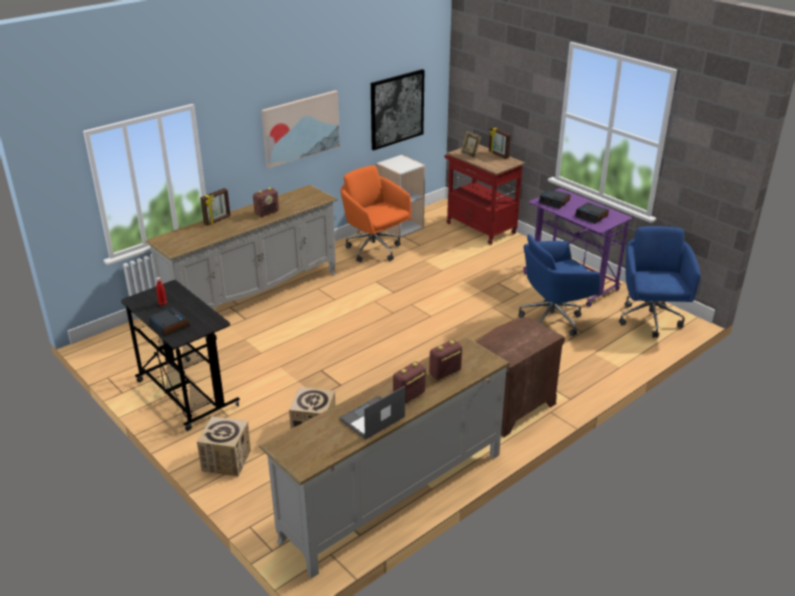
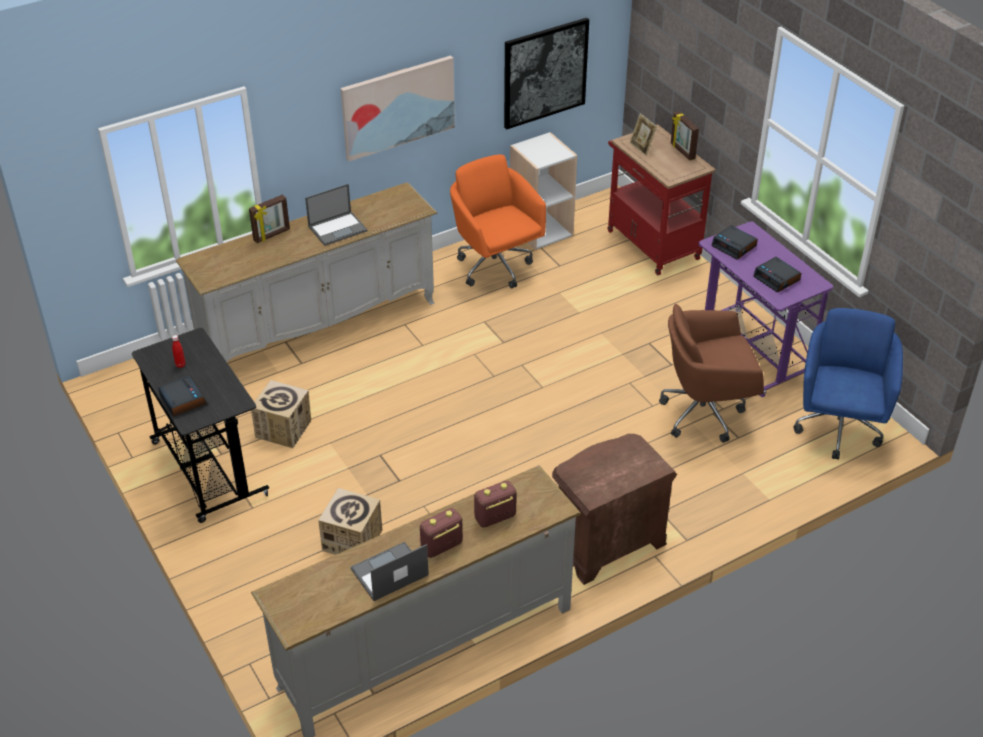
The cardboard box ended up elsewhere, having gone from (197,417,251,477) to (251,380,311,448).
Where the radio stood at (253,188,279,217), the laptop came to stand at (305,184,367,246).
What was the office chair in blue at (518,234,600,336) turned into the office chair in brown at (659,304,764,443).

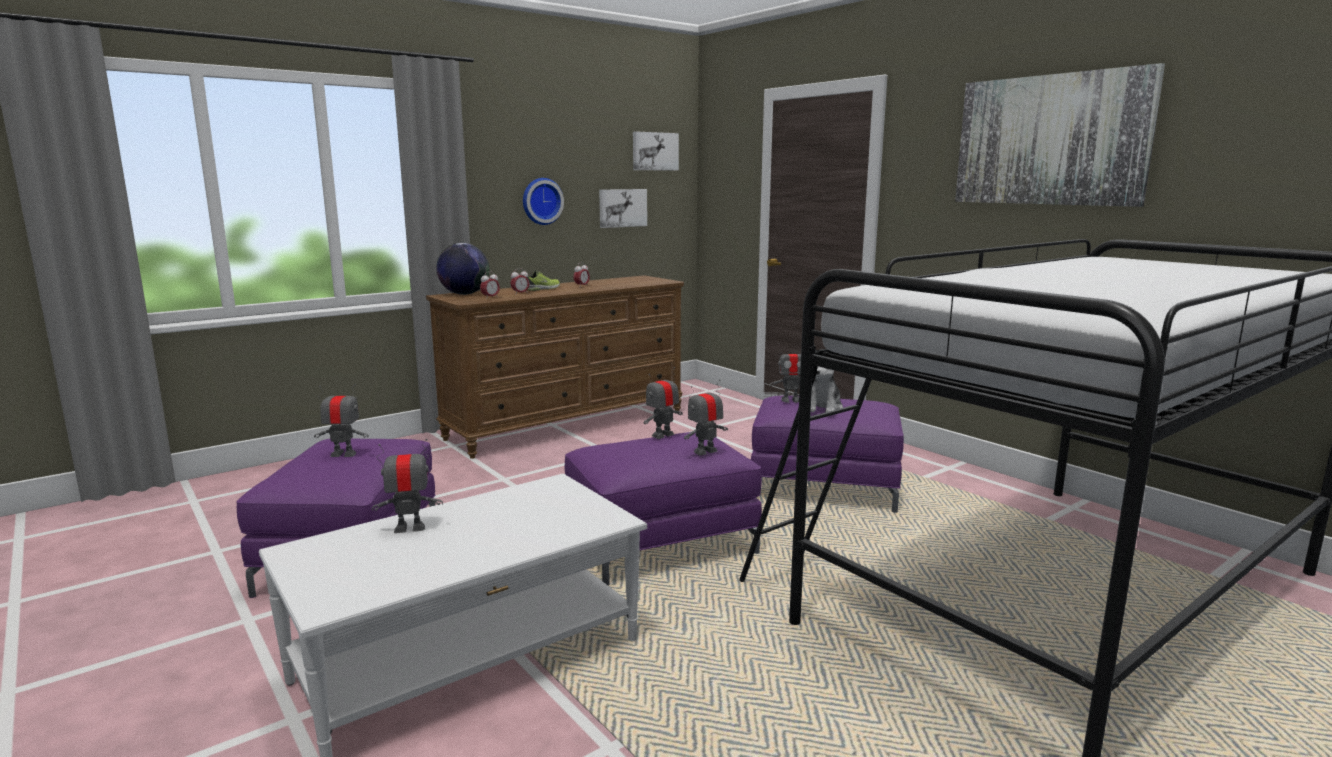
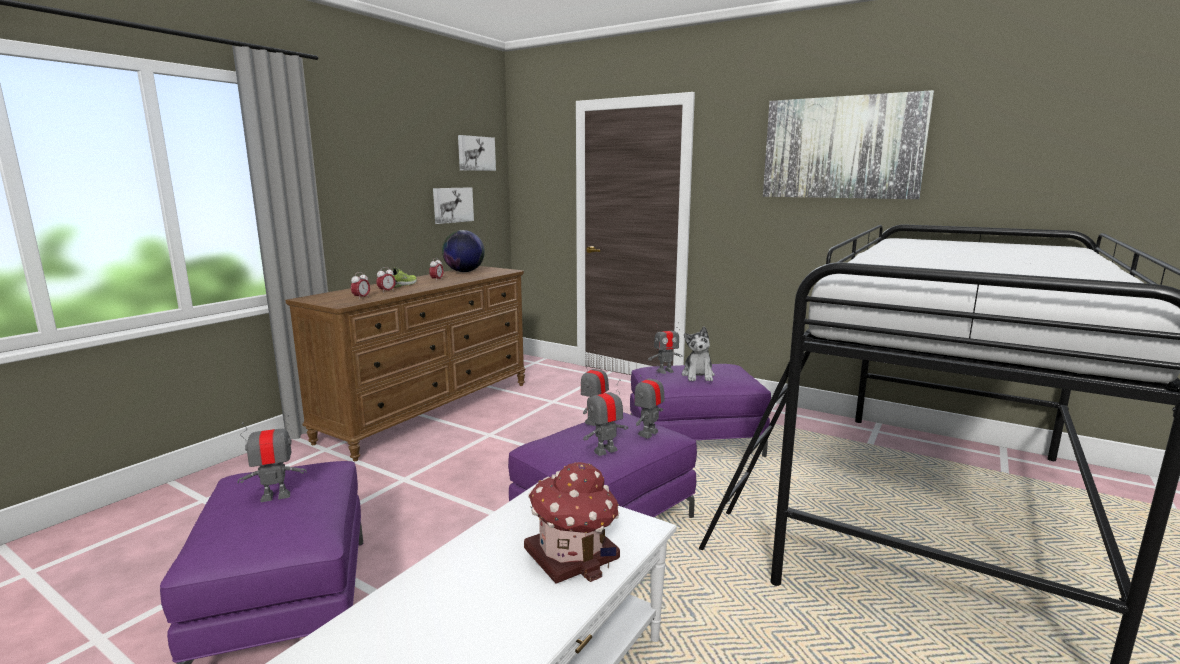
The second view lost the wall clock at (523,178,564,225).
The second view gained the toy house at (524,462,620,584).
The toy robot ended up elsewhere, having gone from (372,439,443,533) to (583,379,628,456).
The globe ended up elsewhere, having gone from (436,243,489,295) to (442,230,485,272).

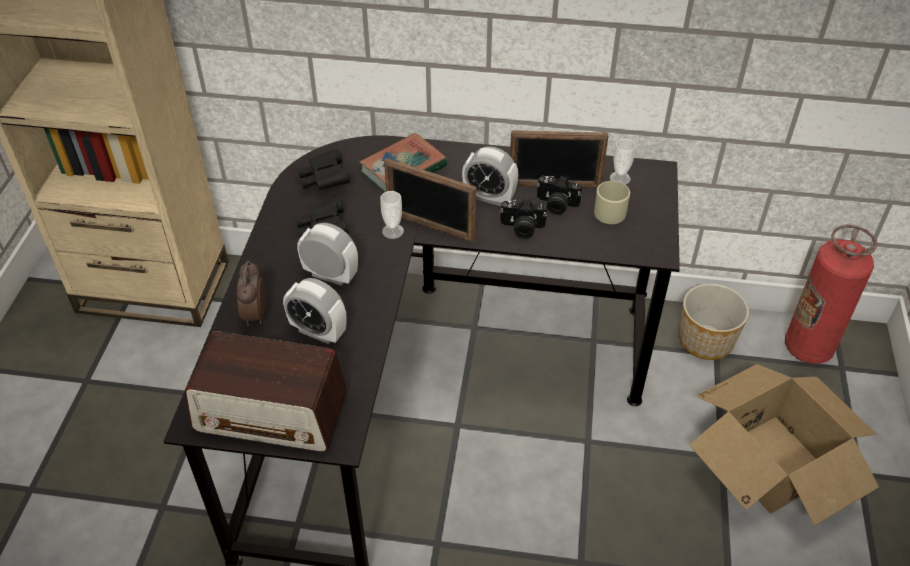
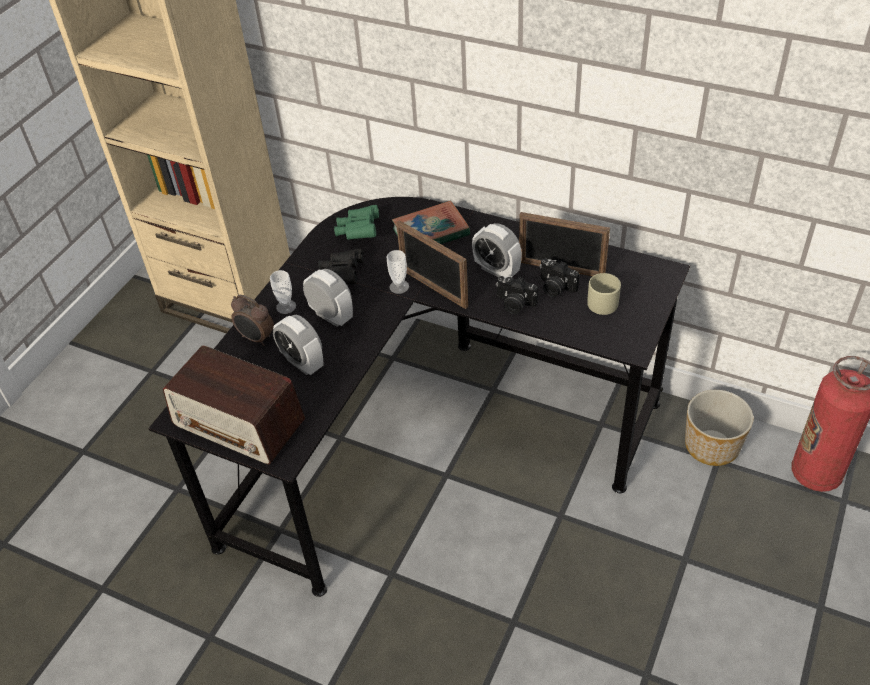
The second view lost the cardboard box at (689,364,879,526).
The cup ended up elsewhere, having gone from (610,139,636,185) to (270,270,296,314).
What was the binoculars in black at (297,149,350,190) turned into the binoculars in green at (334,205,379,240).
The alarm clock at (236,260,266,326) ended up facing another way, 75 degrees counterclockwise from before.

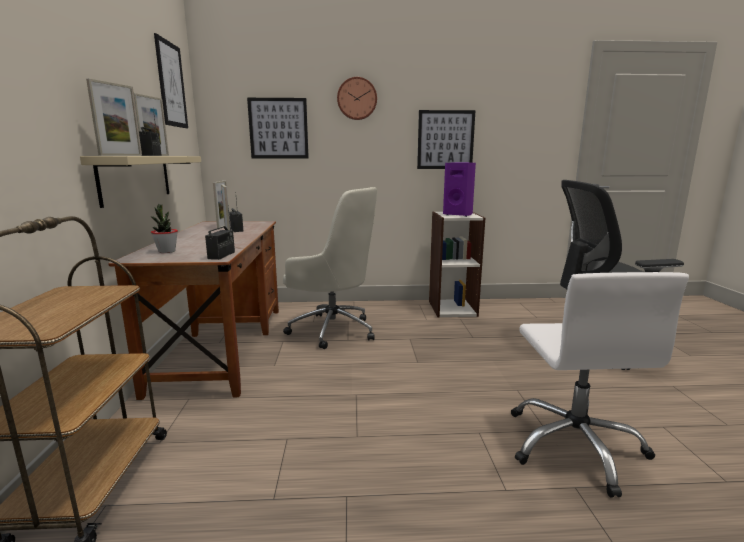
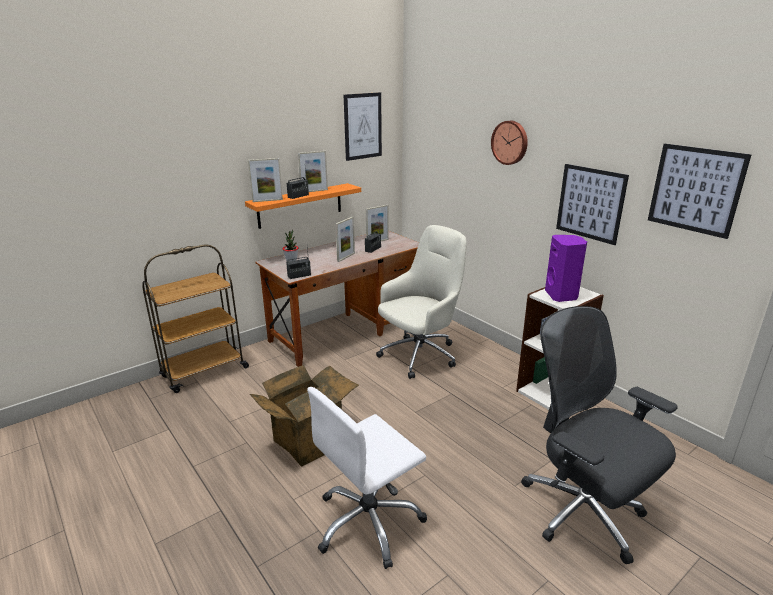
The second view gained the cardboard box at (250,365,359,466).
The picture ended up elsewhere, having gone from (247,98,309,159) to (648,144,751,239).
What was the shelf in beige at (80,156,201,208) turned into the shelf in orange at (245,183,361,229).
The office chair in beige at (283,187,377,349) ended up facing another way, 120 degrees counterclockwise from before.

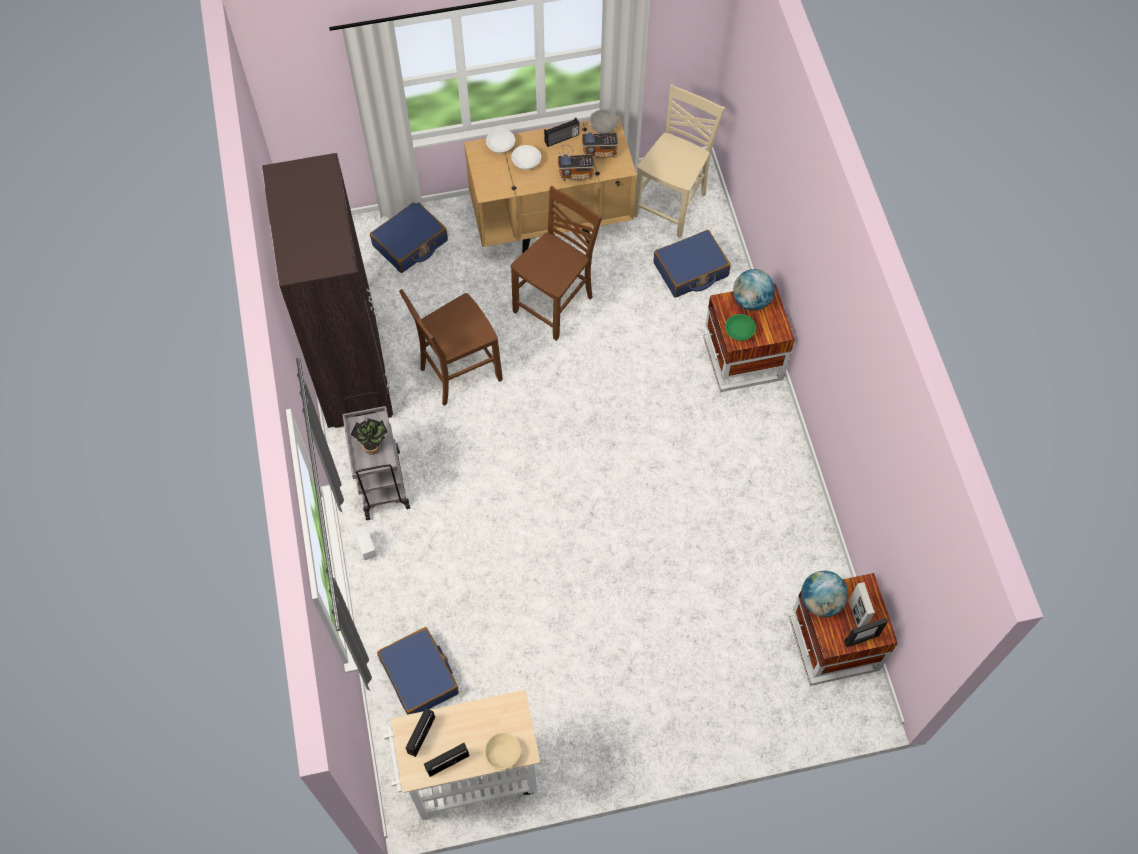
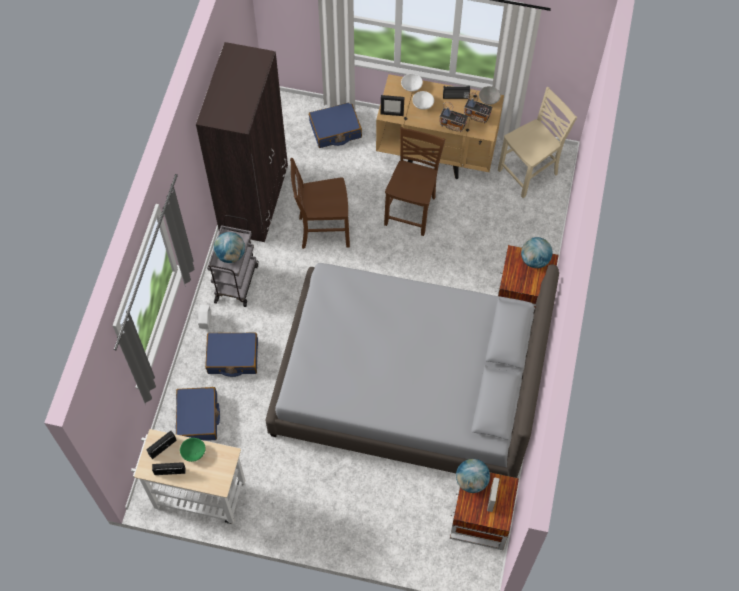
The second view lost the bowl in beige at (484,732,521,770).
The second view gained the bed in grey at (266,263,559,478).
The suitcase in blue ended up elsewhere, having gone from (654,230,731,298) to (205,332,258,377).
The bowl in green ended up elsewhere, having gone from (725,314,756,341) to (180,438,206,462).
The picture frame ended up elsewhere, having gone from (844,618,888,647) to (381,95,404,116).
Where the potted plant stood at (350,418,388,455), the globe came to stand at (214,232,245,263).
The chair in brown at (511,186,602,341) ended up facing another way, 45 degrees counterclockwise from before.

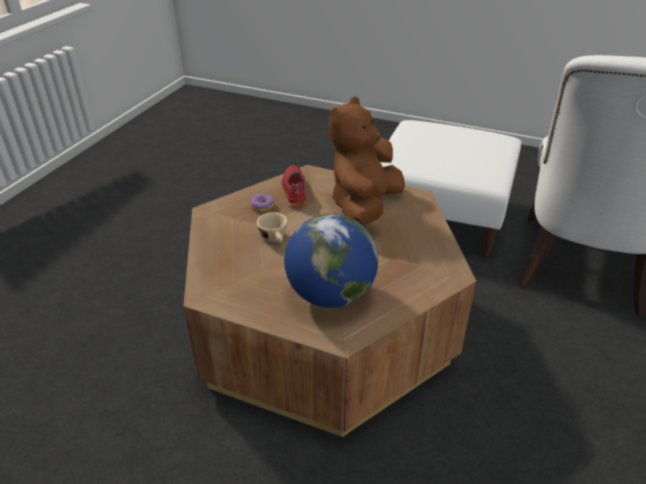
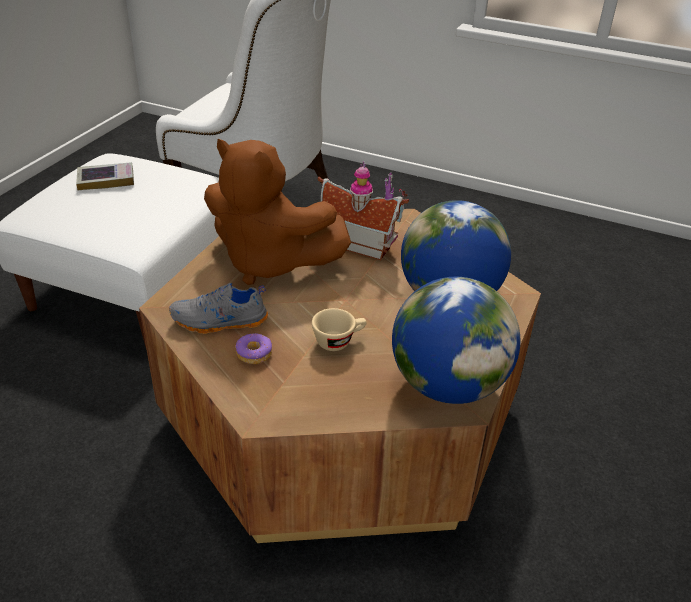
The second view gained the book at (76,162,134,191).
The second view gained the toy house at (318,161,409,260).
The second view gained the globe at (392,277,520,404).
What was the shoe in red at (281,165,307,207) turned into the shoe in grey at (169,283,268,334).

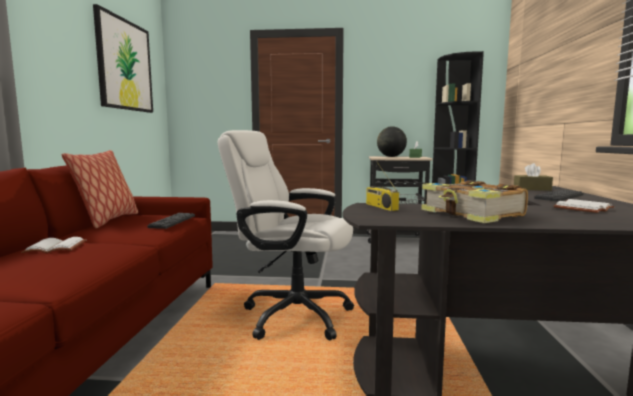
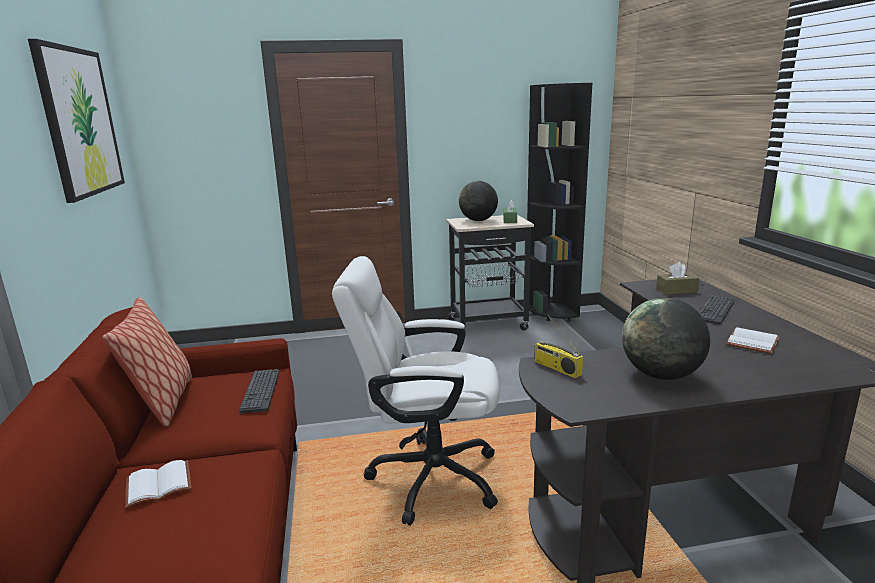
Where the book stood at (421,180,528,223), the globe came to stand at (622,298,710,380).

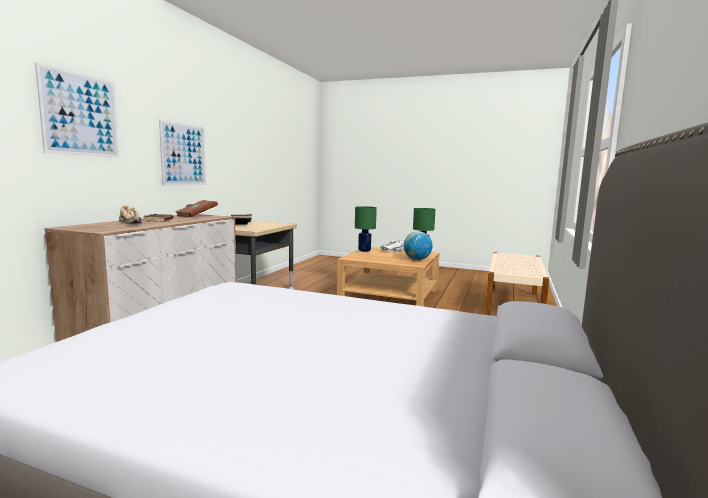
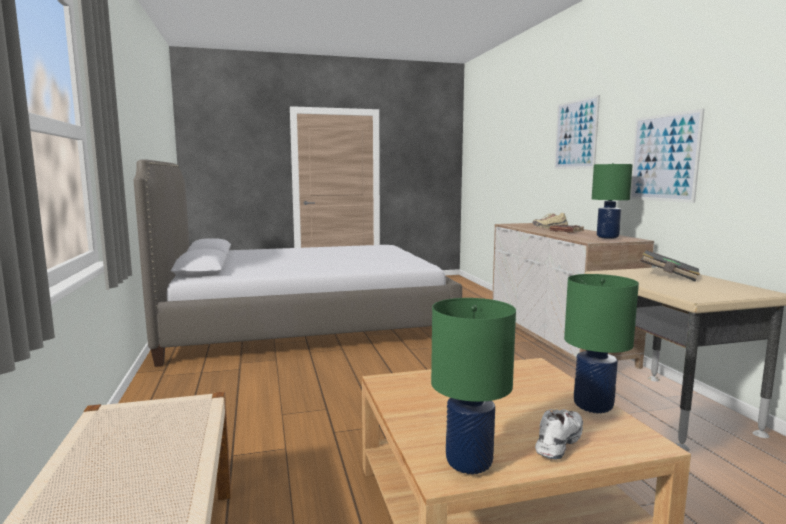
The second view lost the globe at (404,231,433,260).
Where the book in brown stood at (175,200,218,217), the table lamp in green came to stand at (592,163,633,239).

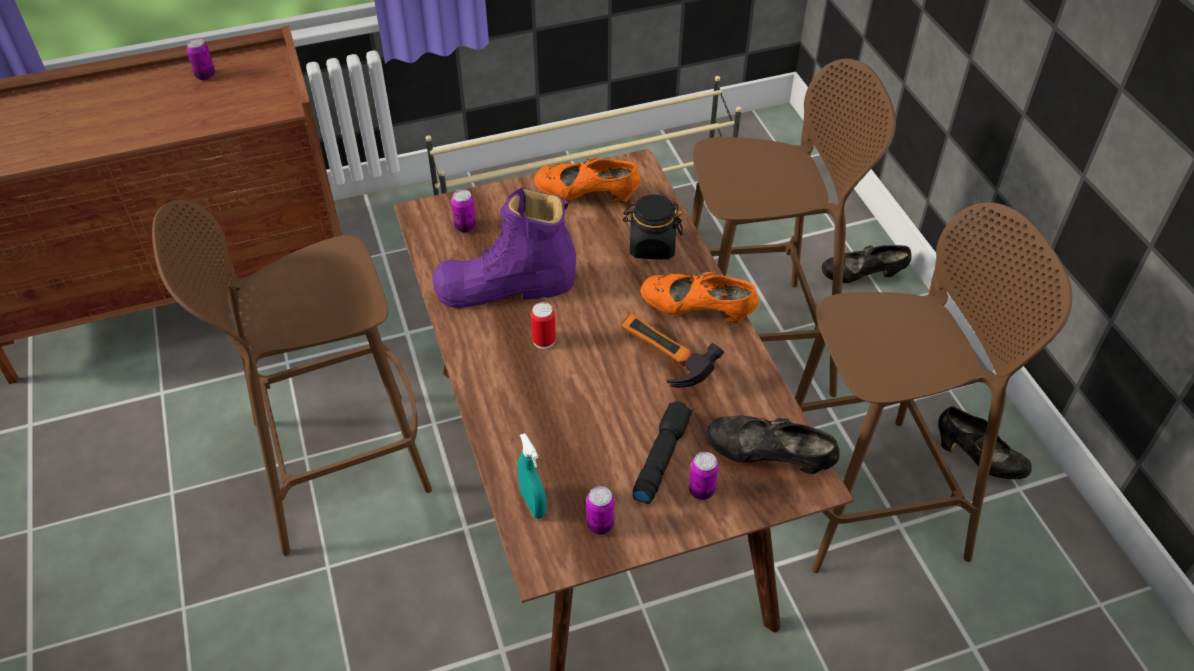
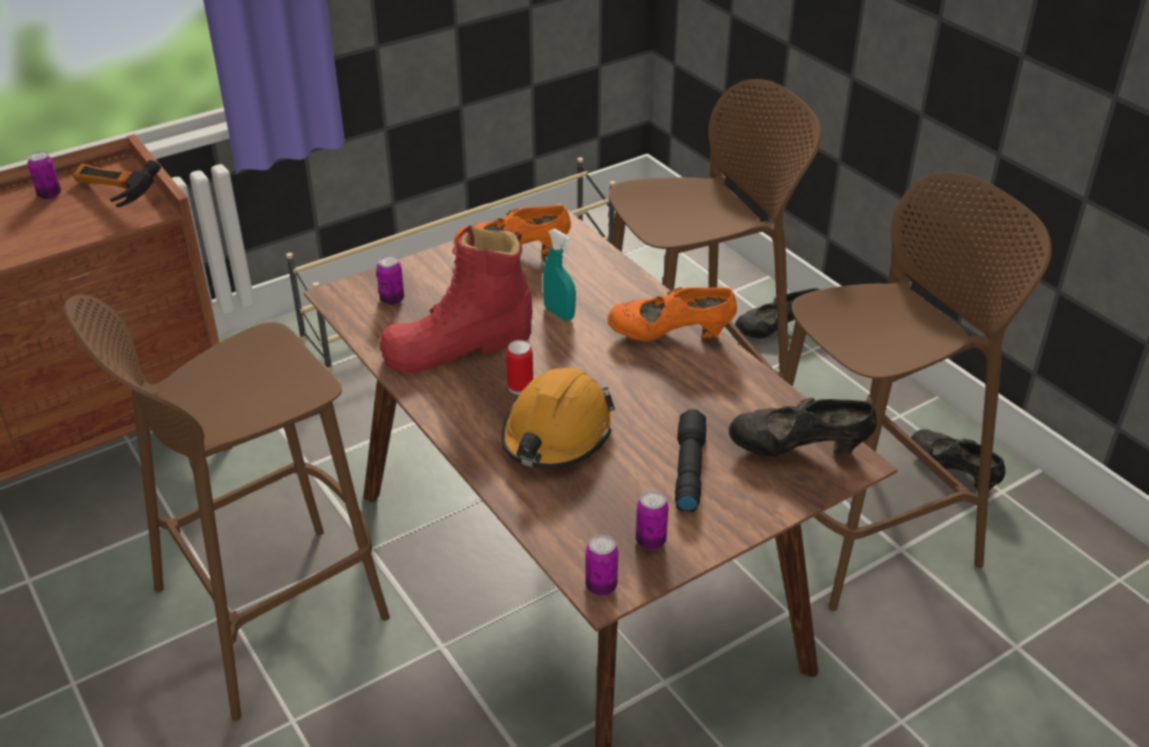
The second view lost the jar in black at (623,194,683,260).
The second view gained the hard hat in orange at (501,368,615,469).
The spray bottle in turquoise ended up elsewhere, having gone from (518,433,547,519) to (543,229,576,321).
The hammer ended up elsewhere, having gone from (622,313,724,388) to (73,160,161,207).
The can ended up elsewhere, having gone from (688,452,719,500) to (585,535,618,596).
What was the boot in purple at (433,187,576,308) turned into the boot in red at (380,225,533,373).
The shoe in black at (938,406,1032,479) ended up facing another way, 150 degrees counterclockwise from before.

